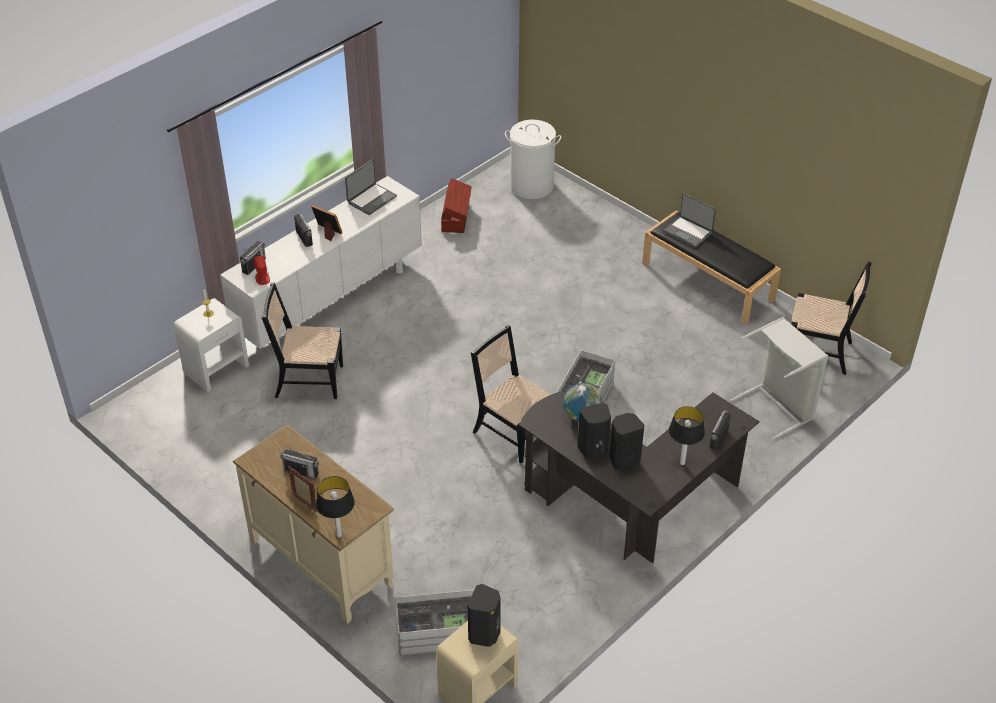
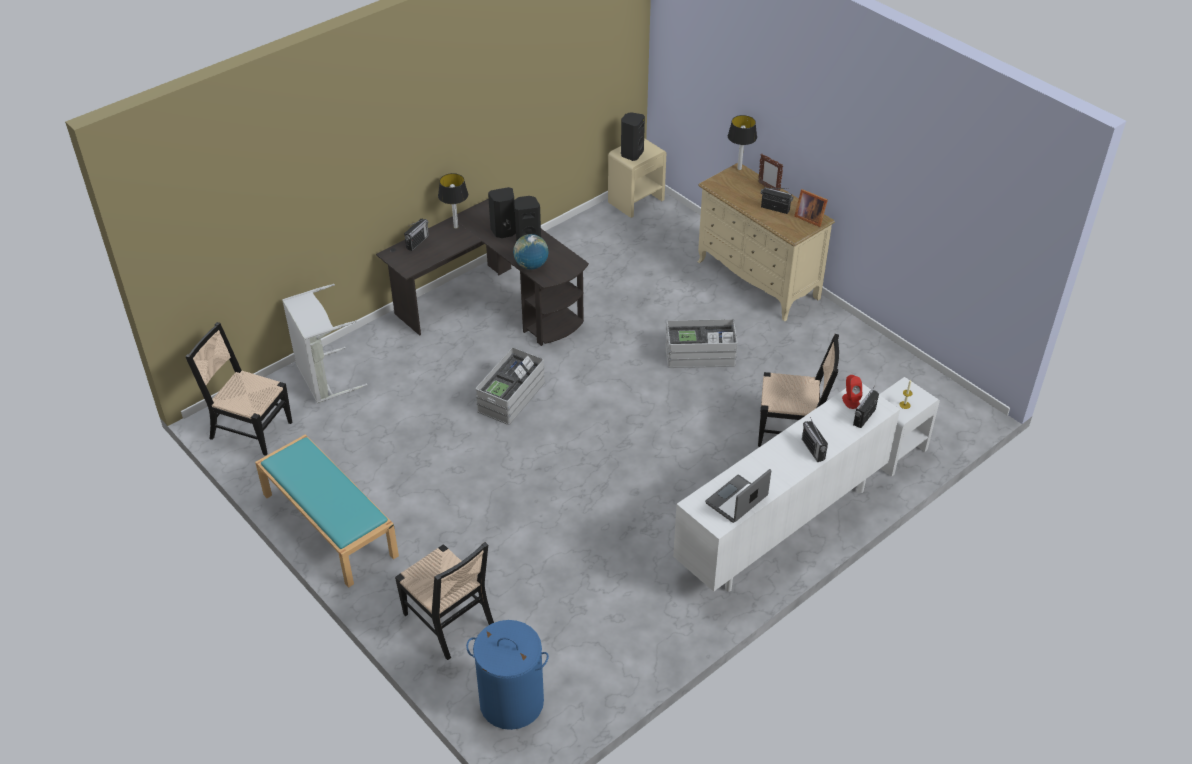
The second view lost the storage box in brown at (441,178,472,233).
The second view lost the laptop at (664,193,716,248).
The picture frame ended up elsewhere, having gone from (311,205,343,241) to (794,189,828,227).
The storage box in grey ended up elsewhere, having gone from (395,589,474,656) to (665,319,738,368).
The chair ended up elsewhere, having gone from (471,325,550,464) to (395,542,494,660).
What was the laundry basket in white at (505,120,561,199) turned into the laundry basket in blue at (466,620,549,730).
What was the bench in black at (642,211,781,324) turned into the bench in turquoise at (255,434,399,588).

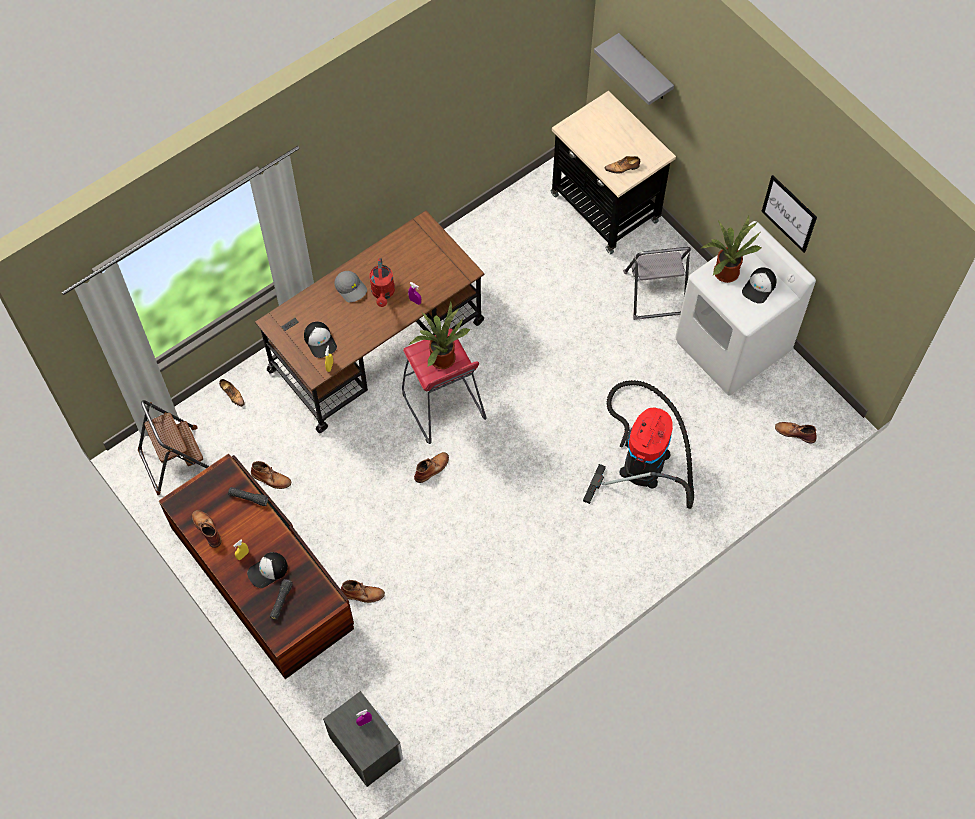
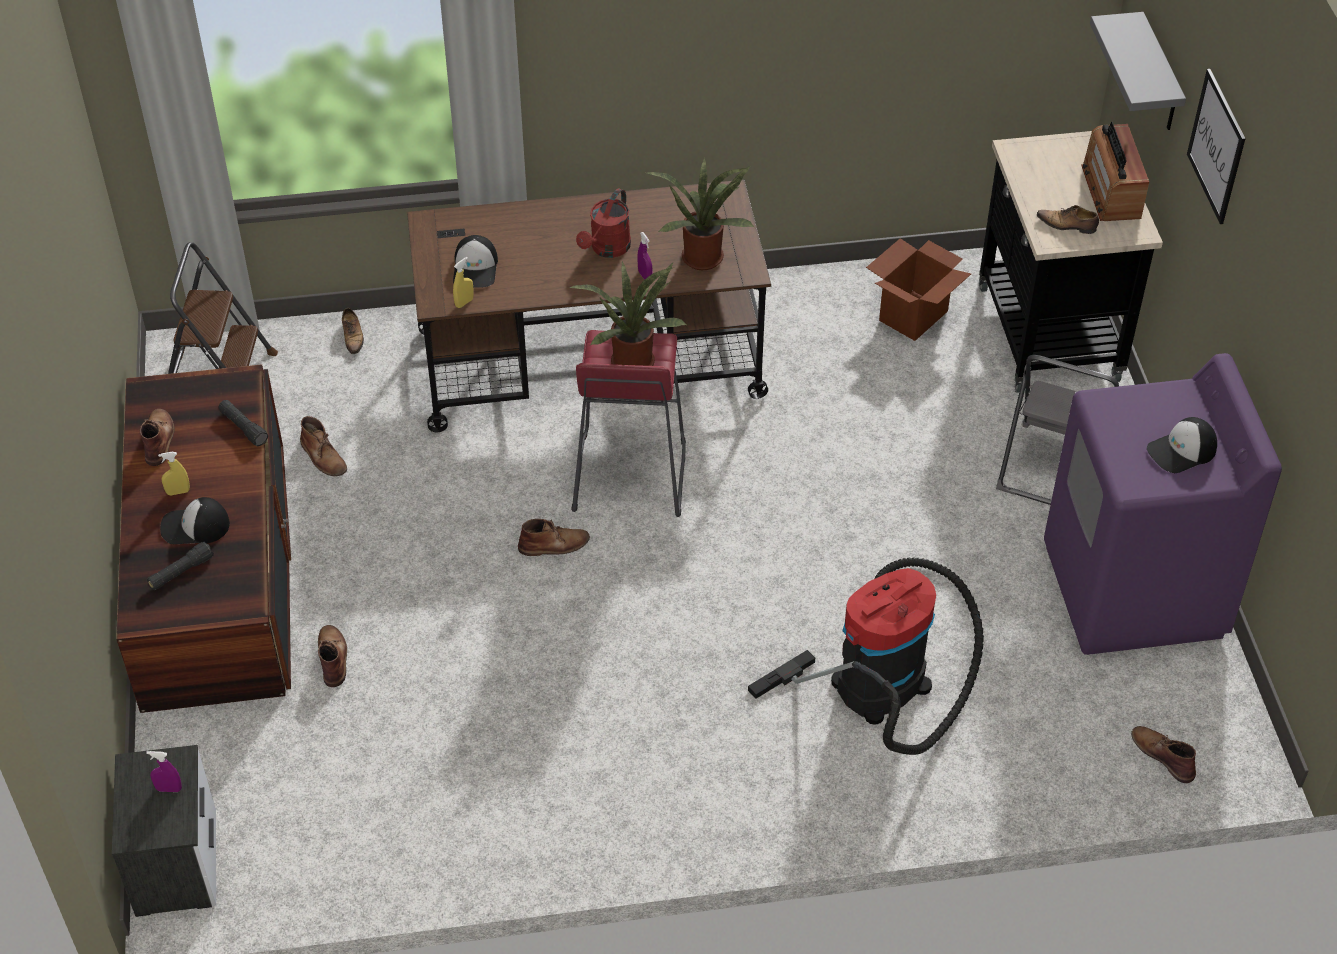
The second view lost the cap in grey at (334,271,367,303).
The second view gained the cardboard box at (866,238,971,341).
The second view gained the radio at (1081,122,1149,221).
The potted plant ended up elsewhere, having gone from (700,216,761,283) to (647,158,755,270).
The picture ended up elsewhere, having gone from (761,175,817,253) to (1187,69,1246,224).
What was the washing machine in white at (675,221,816,396) turned into the washing machine in purple at (1044,353,1282,655).
The boot in brown at (341,580,385,603) ended up facing another way, 135 degrees counterclockwise from before.

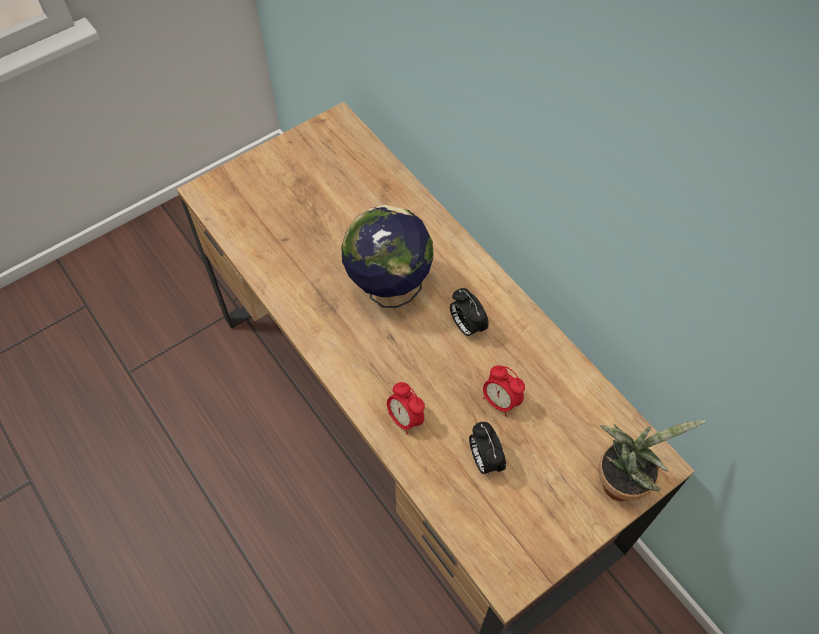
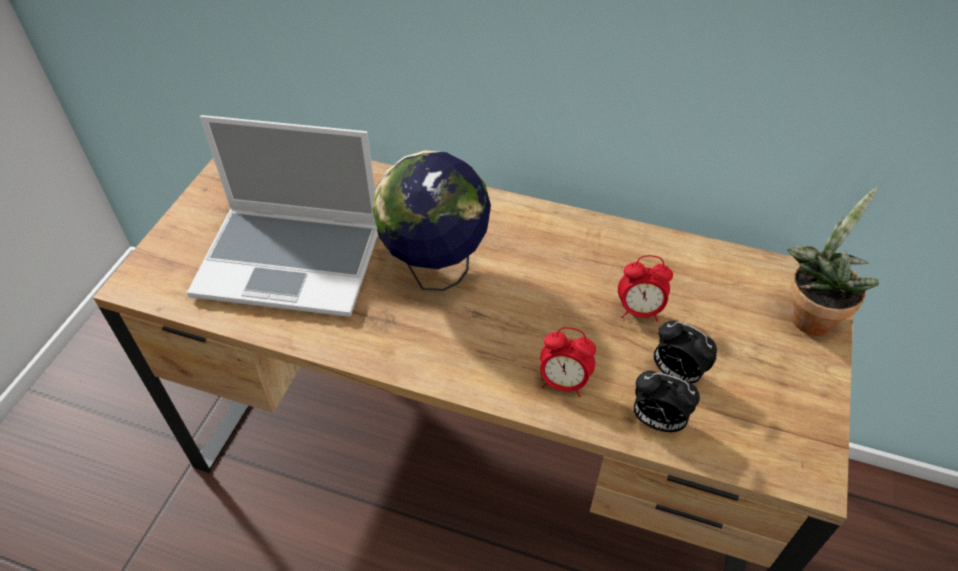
The second view gained the laptop at (187,115,378,317).
The alarm clock ended up elsewhere, having gone from (450,288,489,338) to (634,371,700,432).

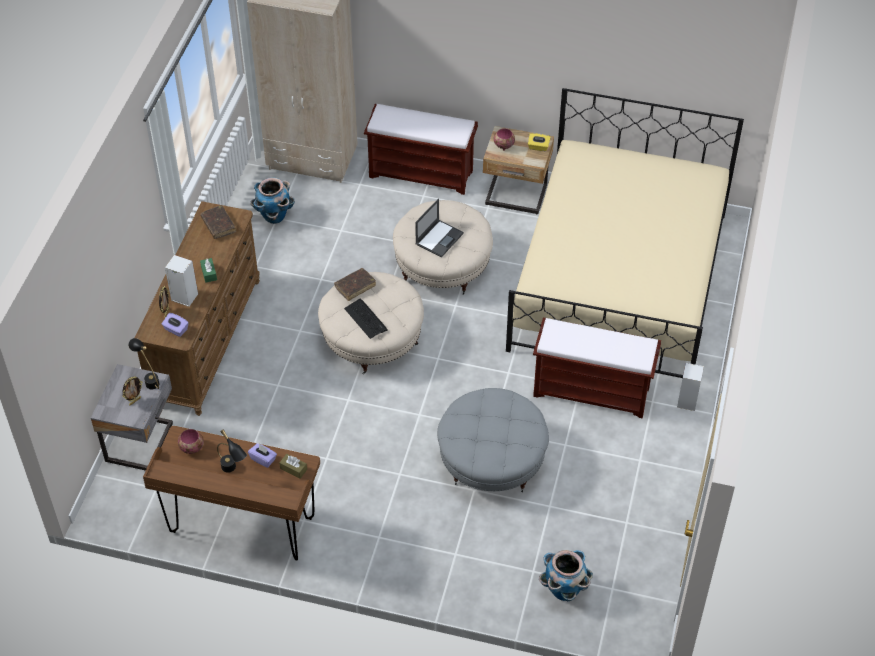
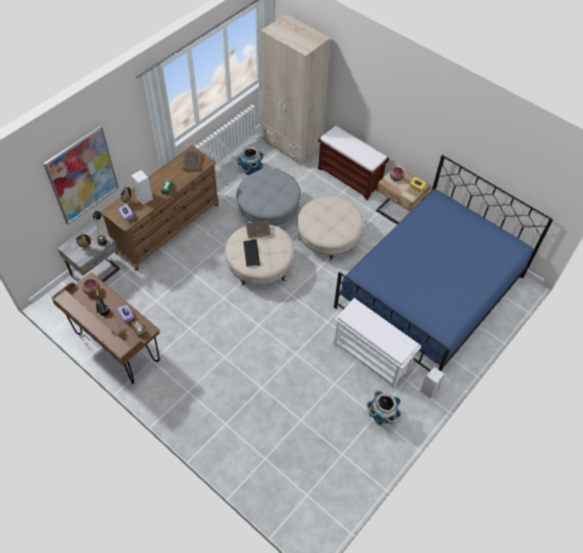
The second view lost the laptop at (415,198,464,257).
The second view gained the picture at (43,126,119,225).
The ottoman in grey ended up elsewhere, having gone from (437,388,549,492) to (236,169,301,226).
The planter ended up elsewhere, having gone from (539,550,593,601) to (366,391,401,426).
What was the bed in beige at (506,88,744,378) turned into the bed in blue at (334,155,554,372).
What was the bench in brown at (533,318,661,418) turned into the bench in white at (333,298,421,388).

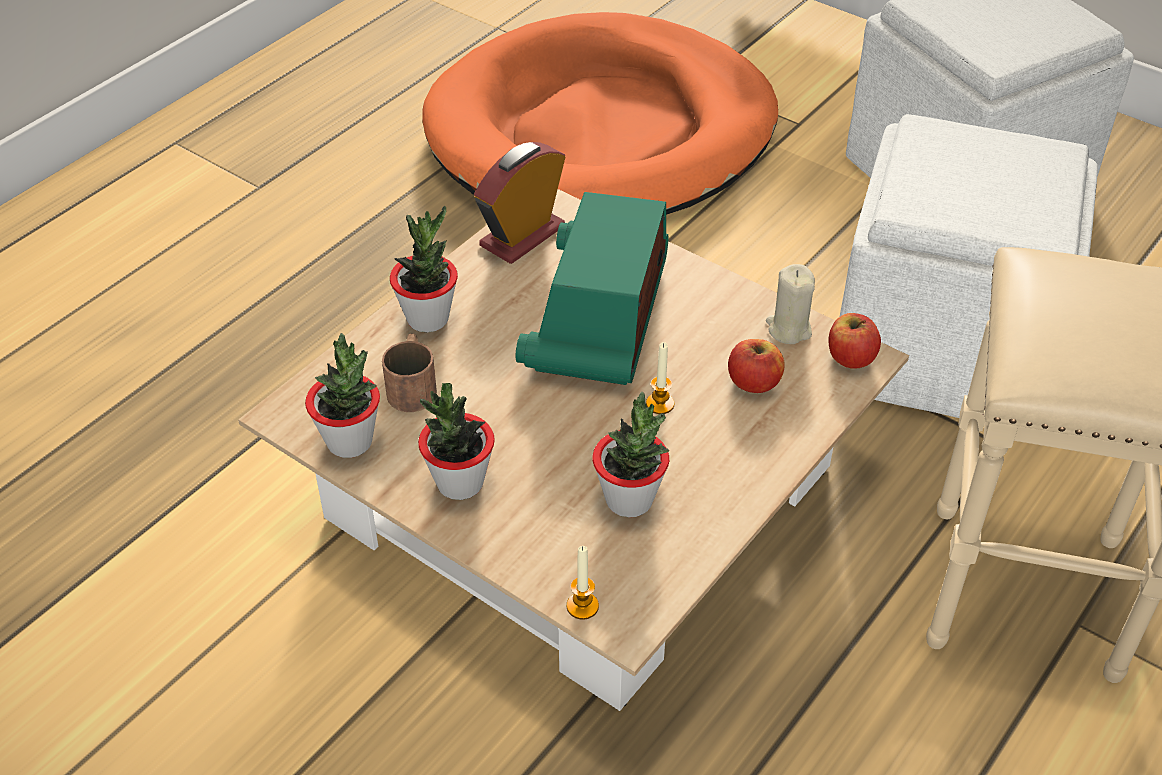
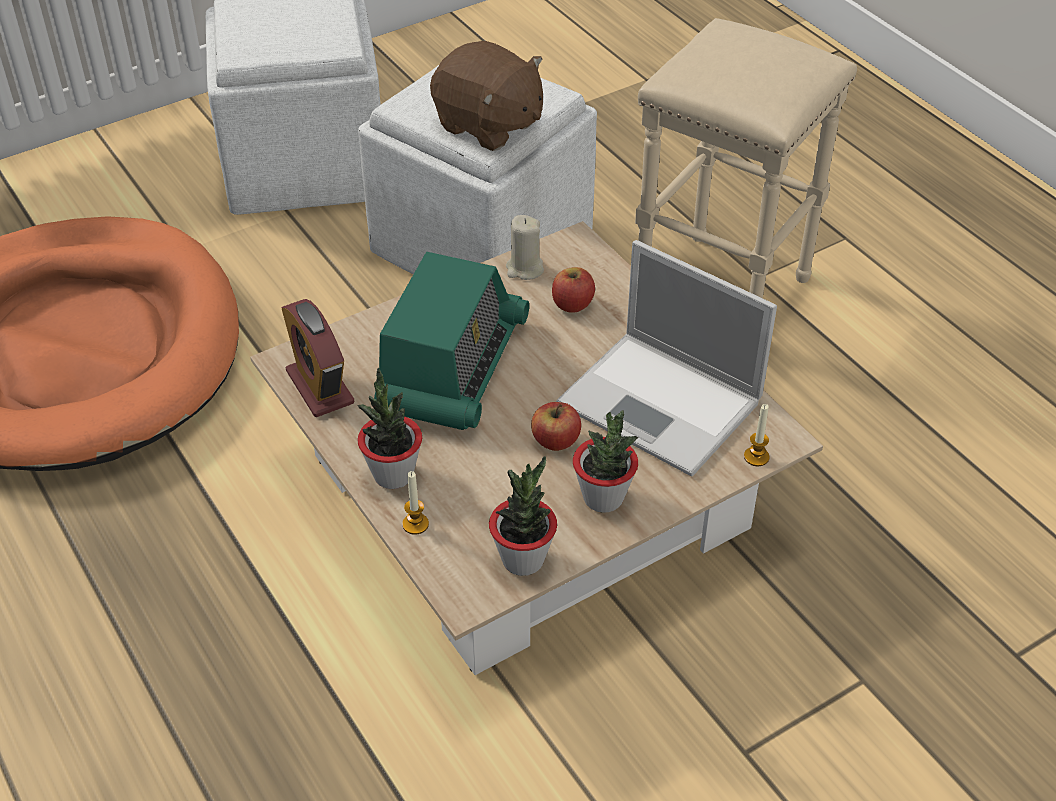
The second view lost the mug in brown at (382,333,437,412).
The second view gained the plush toy in brown at (430,41,543,151).
The candle ended up elsewhere, having gone from (646,342,675,414) to (402,471,429,535).
The apple ended up elsewhere, having gone from (828,313,881,369) to (531,402,581,451).
Where the potted plant stood at (593,392,670,517), the laptop came to stand at (556,240,777,477).
The radio at (516,192,668,385) ended up facing another way, 105 degrees counterclockwise from before.

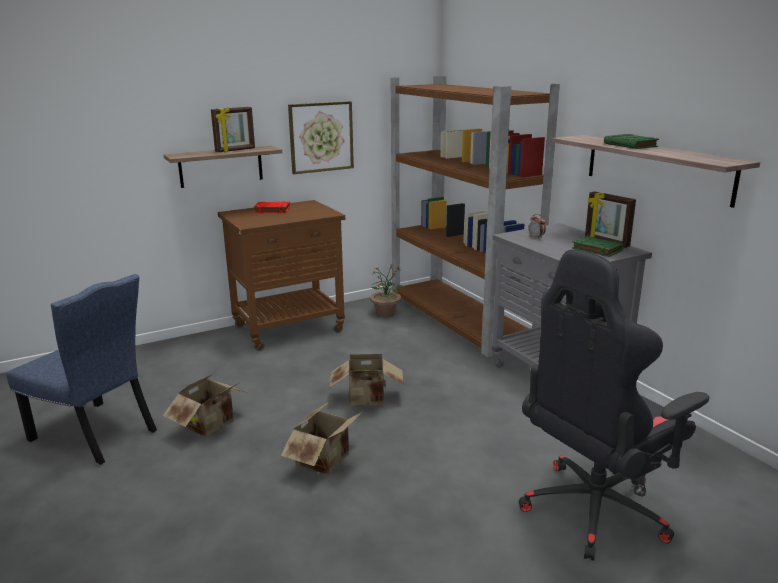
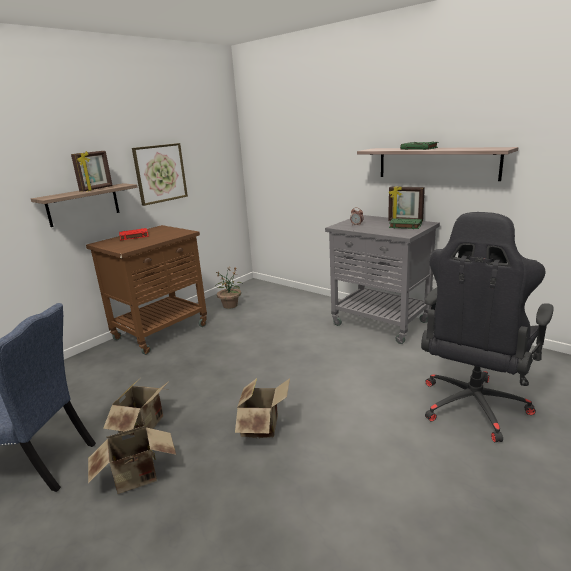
The second view lost the bookcase in brown at (391,76,560,358).
The cardboard box ended up elsewhere, having gone from (330,354,404,406) to (88,426,176,494).

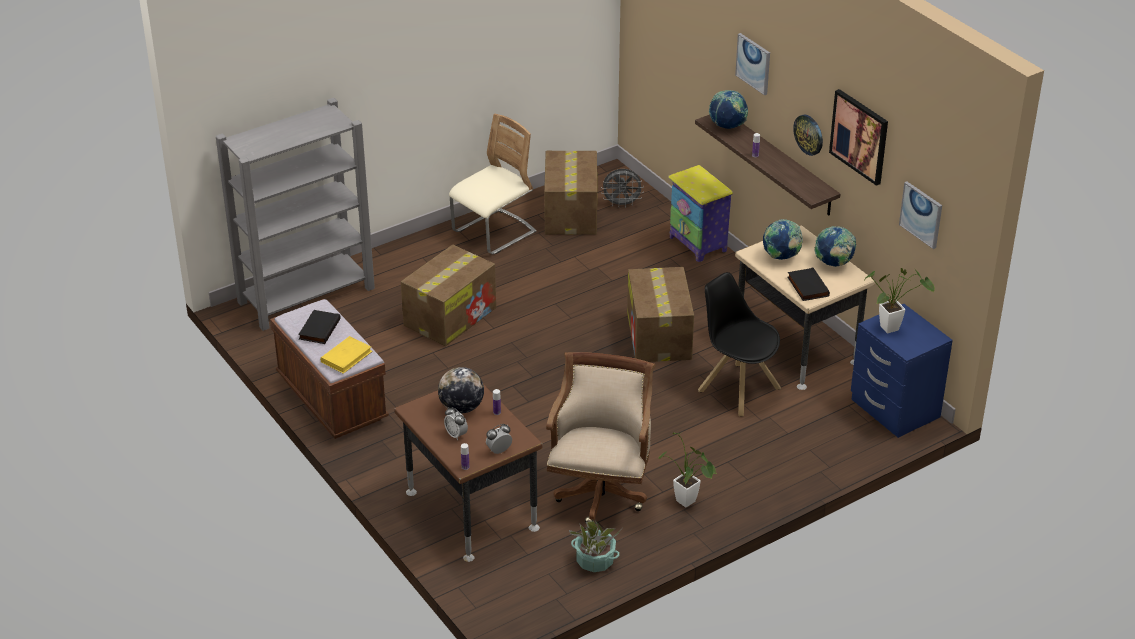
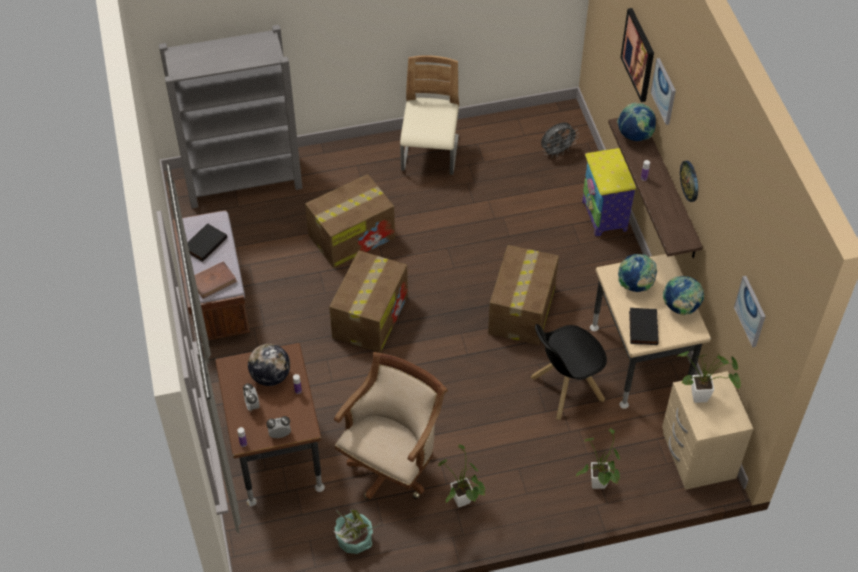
The second view gained the potted plant at (576,428,620,489).
The cardboard box ended up elsewhere, having gone from (544,151,597,235) to (329,250,408,353).
The picture ended up elsewhere, having gone from (829,89,888,186) to (620,8,654,102).
What was the book in yellow at (320,336,373,374) turned into the book in brown at (194,261,238,299).
What was the nightstand in blue at (851,304,953,438) turned into the nightstand in beige at (662,371,753,490).
The chair in beige at (449,114,536,254) ended up facing another way, 60 degrees counterclockwise from before.
The fan in grey at (601,169,644,208) ended up facing another way, 45 degrees counterclockwise from before.
The chair in black at (698,272,781,416) ended up facing another way, 90 degrees counterclockwise from before.

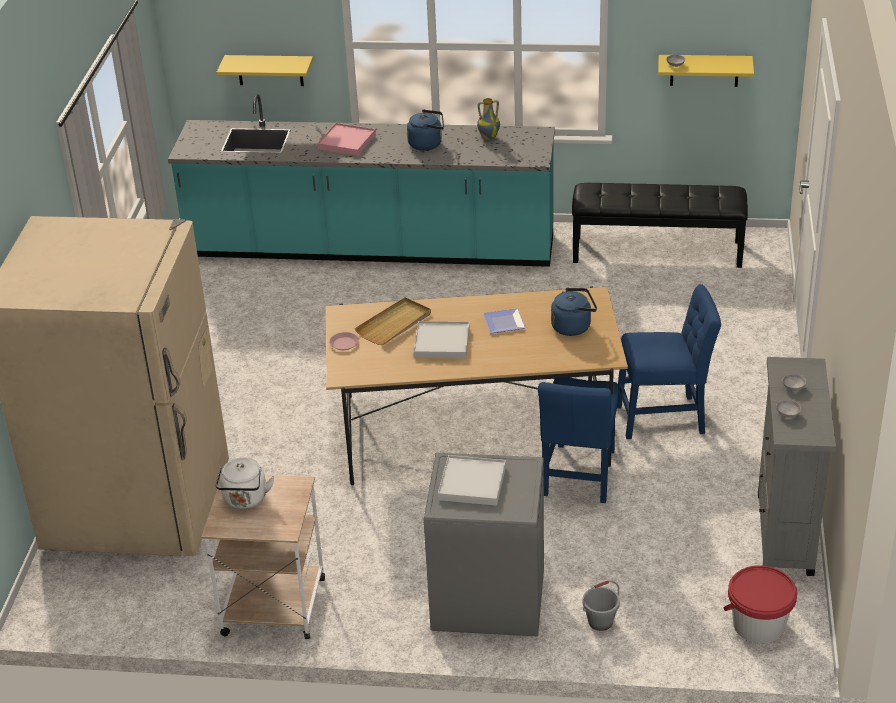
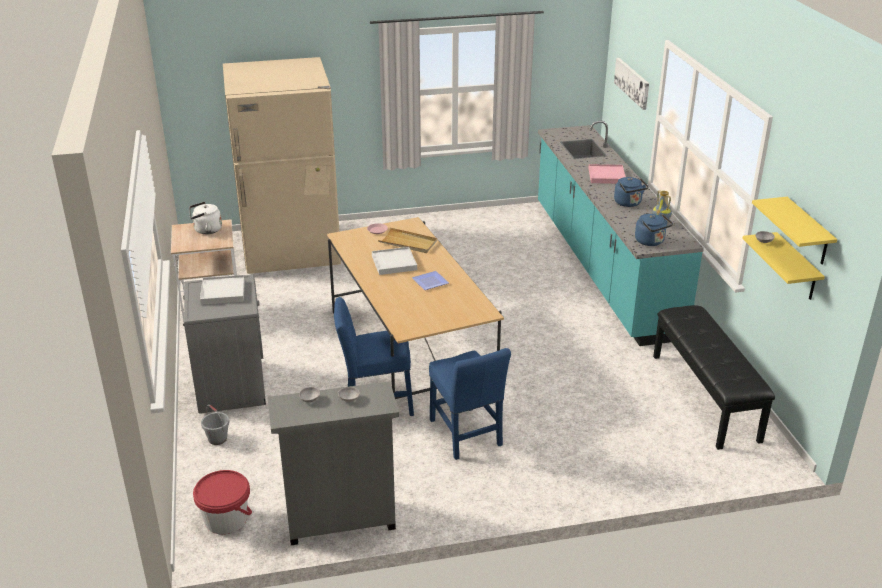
The second view gained the picture at (614,58,649,110).
The shelf in yellow ended up elsewhere, having gone from (217,55,313,86) to (752,197,837,264).
The kettle in blue ended up elsewhere, having gone from (551,288,597,336) to (635,214,673,246).

